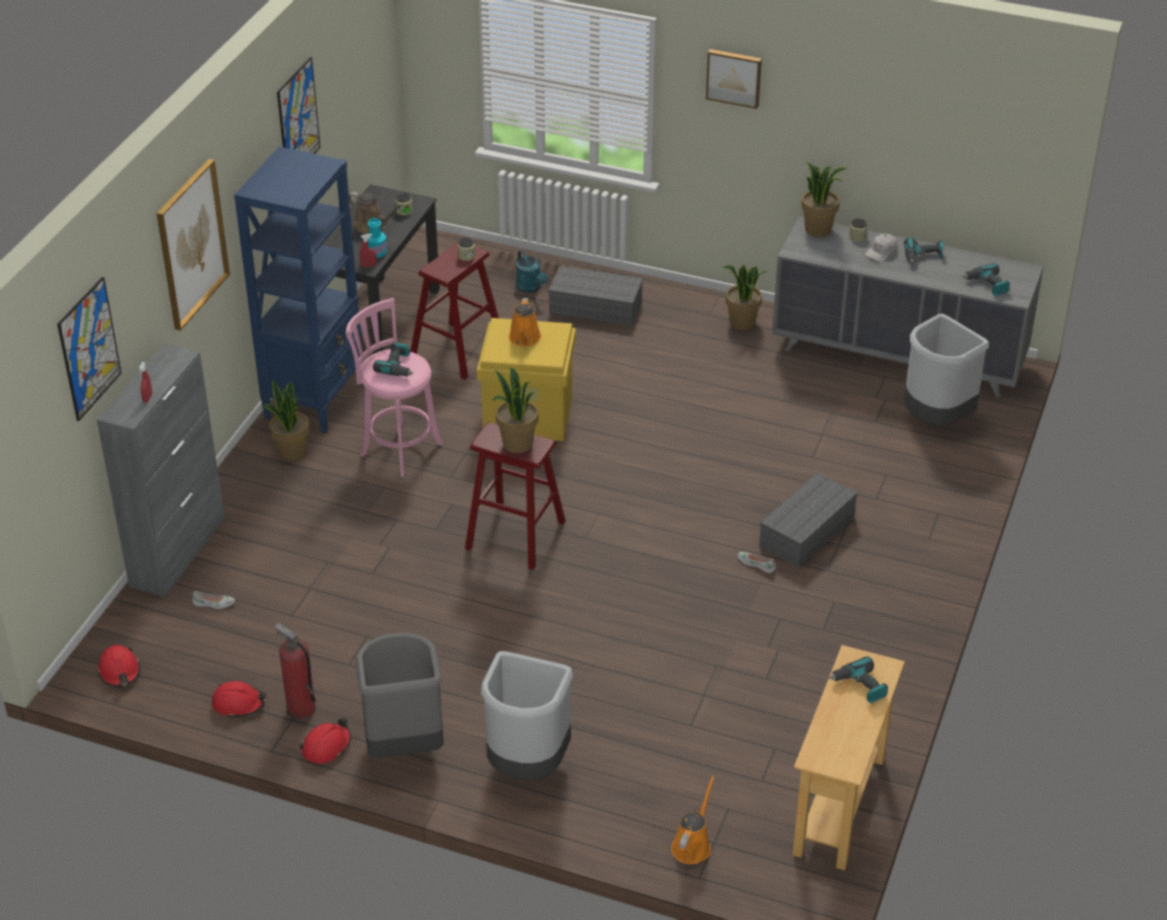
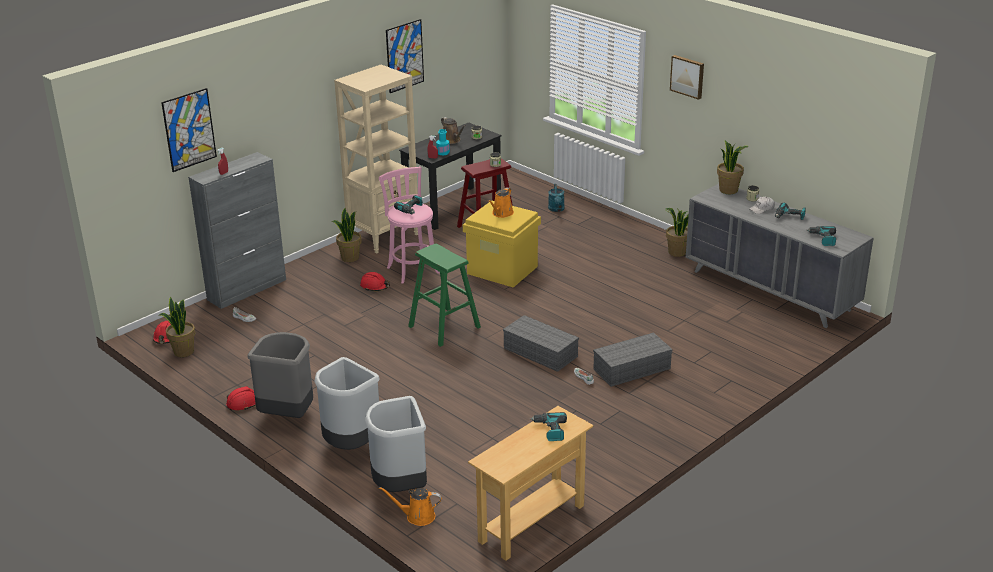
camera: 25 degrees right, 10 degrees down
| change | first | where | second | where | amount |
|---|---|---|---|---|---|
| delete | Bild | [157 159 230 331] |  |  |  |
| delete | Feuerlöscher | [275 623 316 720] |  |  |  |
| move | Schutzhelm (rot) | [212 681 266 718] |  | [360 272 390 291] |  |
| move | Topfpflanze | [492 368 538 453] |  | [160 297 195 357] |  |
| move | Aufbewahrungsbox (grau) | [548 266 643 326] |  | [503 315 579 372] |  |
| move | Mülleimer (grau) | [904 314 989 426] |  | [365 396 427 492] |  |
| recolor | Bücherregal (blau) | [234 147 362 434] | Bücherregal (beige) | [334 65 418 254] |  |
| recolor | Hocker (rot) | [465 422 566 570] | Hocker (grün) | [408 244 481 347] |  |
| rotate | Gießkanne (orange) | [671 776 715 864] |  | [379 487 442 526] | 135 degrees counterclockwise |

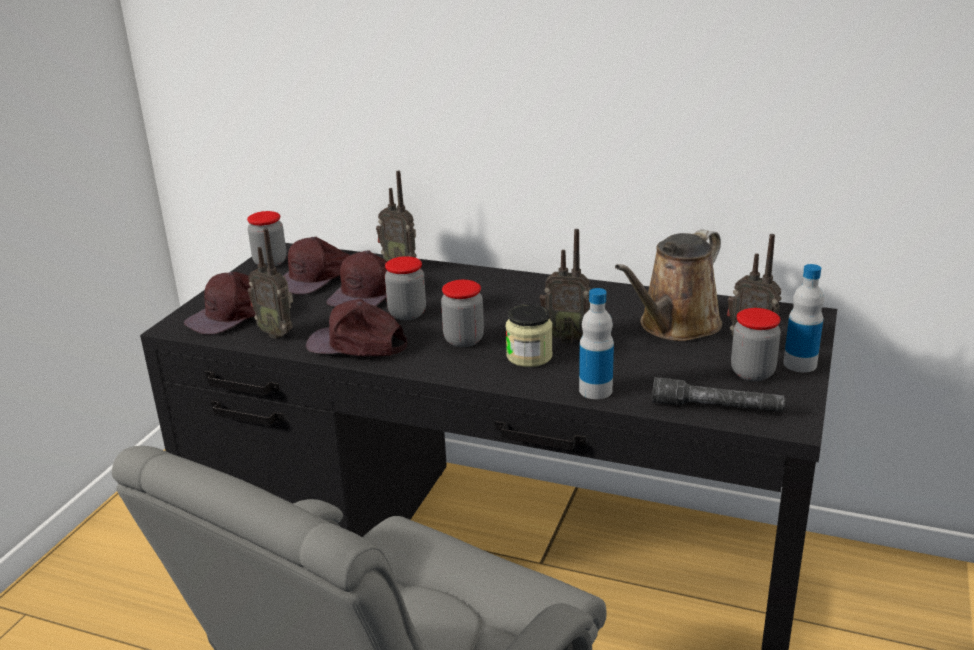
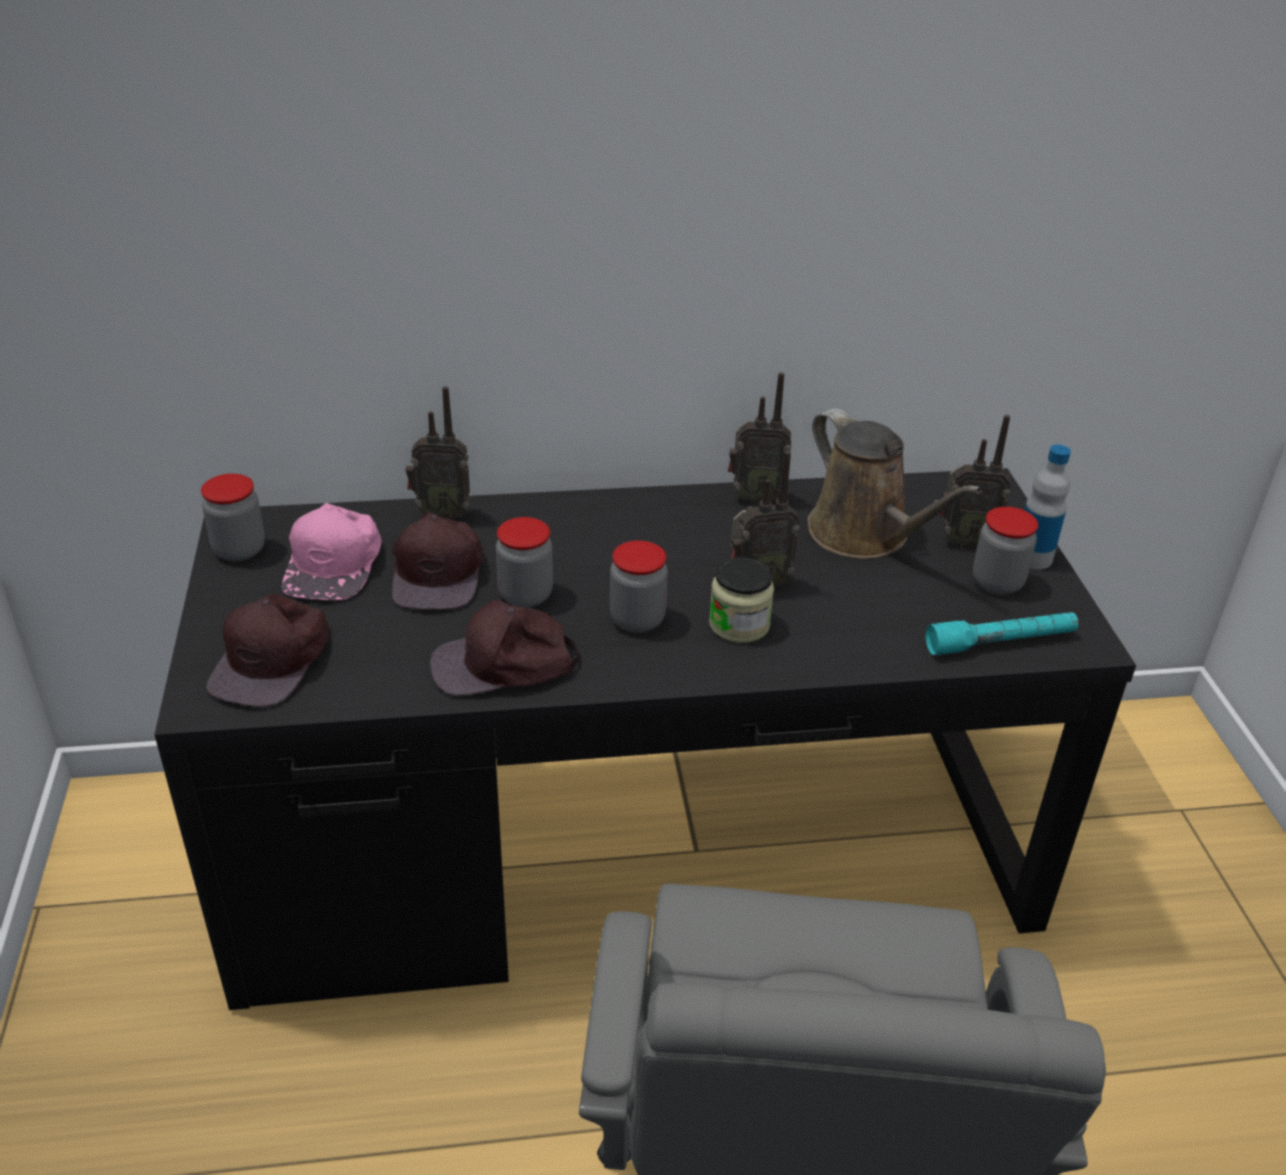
camera: 30 degrees left, 10 degrees up
| change | first | where | second | where | amount |
|---|---|---|---|---|---|
| delete | Flasche | [579 288 614 399] |  |  |  |
| move | Radio | [248 228 293 339] |  | [728 372 791 504] |  |
| recolor | Kappe (braun) | [283 237 350 295] | Kappe (rosa) | [282 503 382 600] |  |
| recolor | Taschenlampe (grau) | [652 377 785 412] | Taschenlampe (türkis) | [925 612 1078 656] |  |
| rotate | Gießkanne (braun) | [615 229 722 341] |  | [807 408 982 559] | 45 degrees counterclockwise |

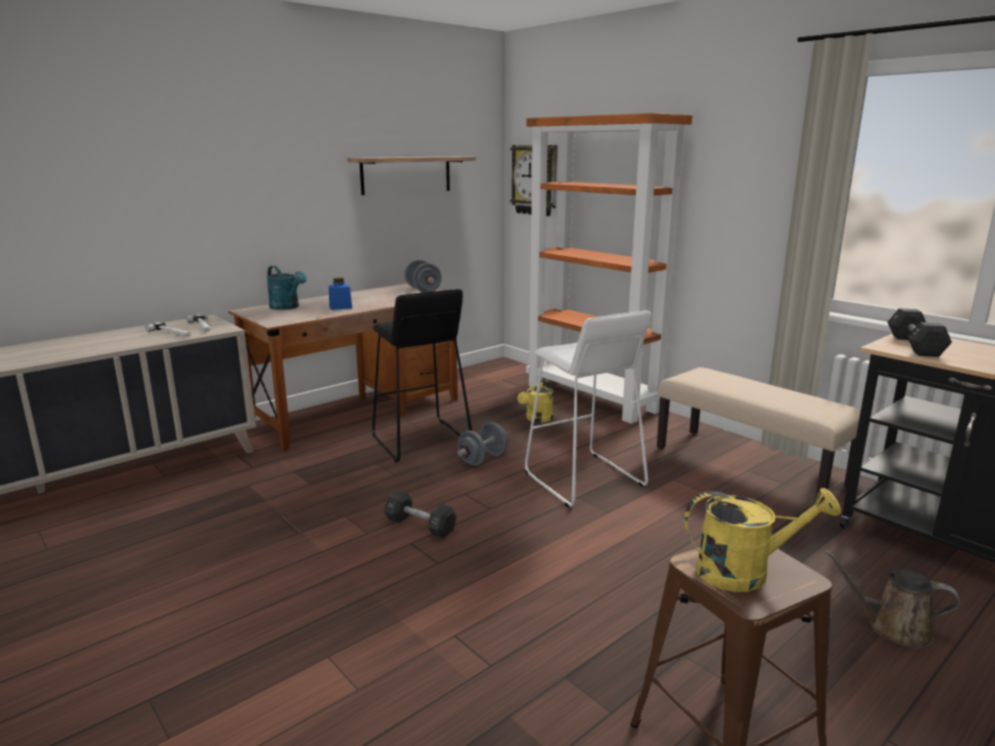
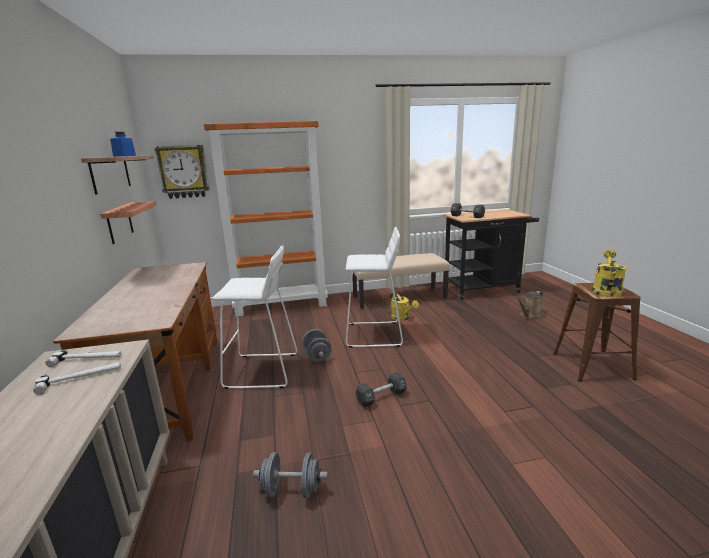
camera: 60 degrees left, 0 degrees up
| change | first | where | second | where | amount |
|---|---|---|---|---|---|
| delete | Gießkanne (türkis) | [266 266 307 310] |  |  |  |
| insert |  |  | Wandregal | [100 201 156 244] |  |
| move | Vorratsglas (blau) | [329 278 352 310] |  | [110 132 136 157] |  |
| move | Hantel (grau) | [405 259 442 292] |  | [253 452 328 498] |  |
| move | Gießkanne (gelb) | [517 378 553 423] |  | [391 292 419 321] |  |
| recolor | Hocker (schwarz) | [372 289 472 463] | Hocker (weiß) | [213 246 297 389] |  |

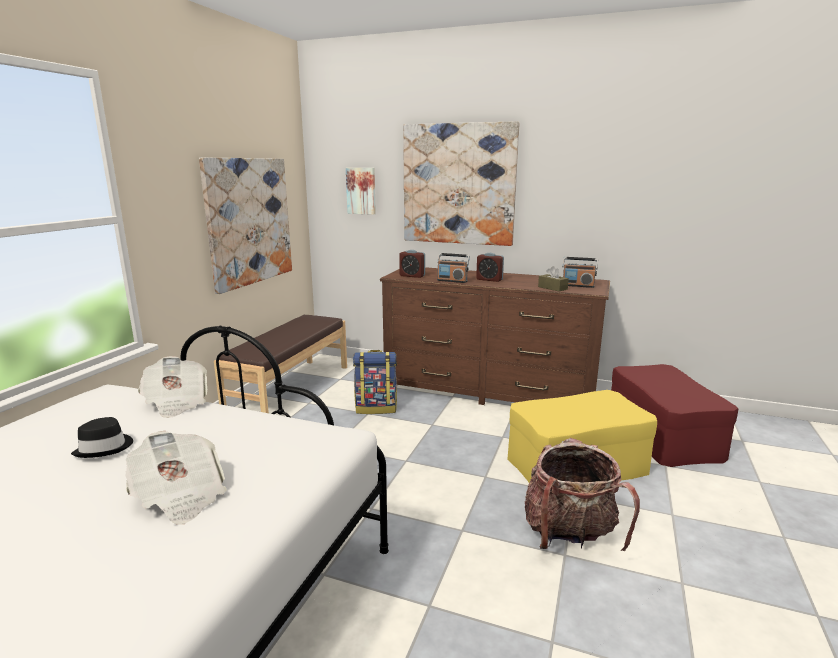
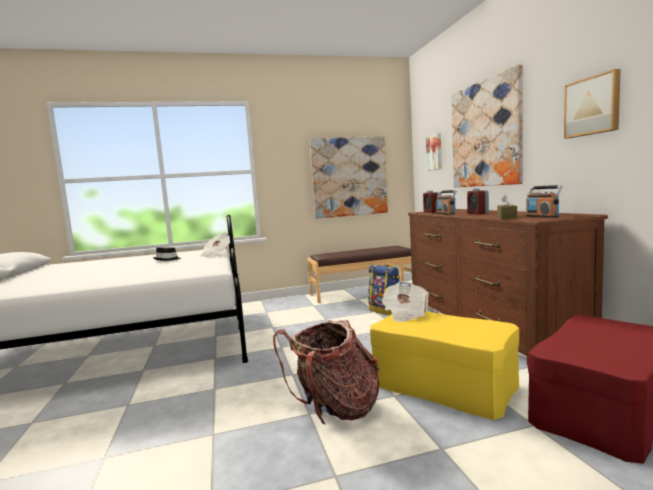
camera: 55 degrees right, 10 degrees down
| change | first | where | second | where | amount |
|---|---|---|---|---|---|
| insert |  |  | Bild | [564 69 620 139] |  |
| move | Zeitung | [125 431 227 525] |  | [381 281 429 322] |  |

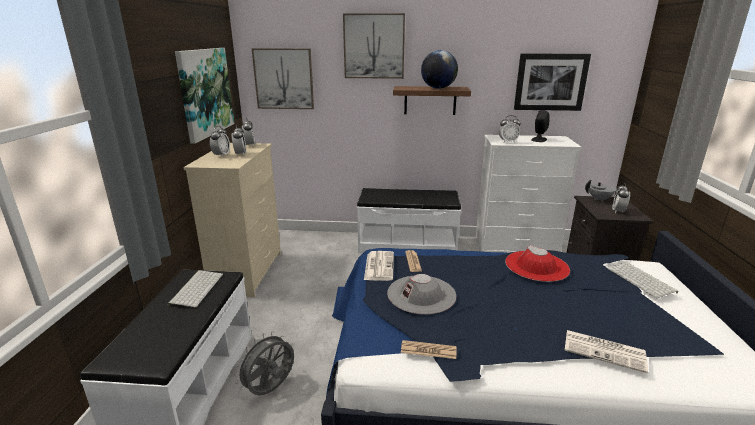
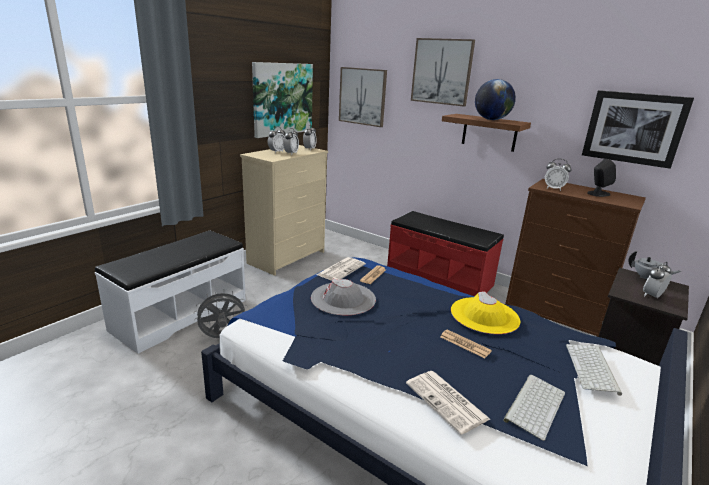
camera: 30 degrees right, 0 degrees up
| change | first | where | second | where | amount |
|---|---|---|---|---|---|
| move | Tastatur | [167 270 223 307] |  | [503 375 565 441] |  |
| move | Zeitung | [401 340 457 359] |  | [440 329 492 358] |  |
| recolor | Bank (weiß) | [357 188 461 253] | Bank (rot) | [387 211 504 296] |  |
| recolor | Kommode (weiß) | [475 135 582 253] | Kommode (braun) | [505 179 646 337] |  |
| recolor | Hut (rot) | [505 245 570 282] | Hut (gelb) | [451 291 520 334] |  |

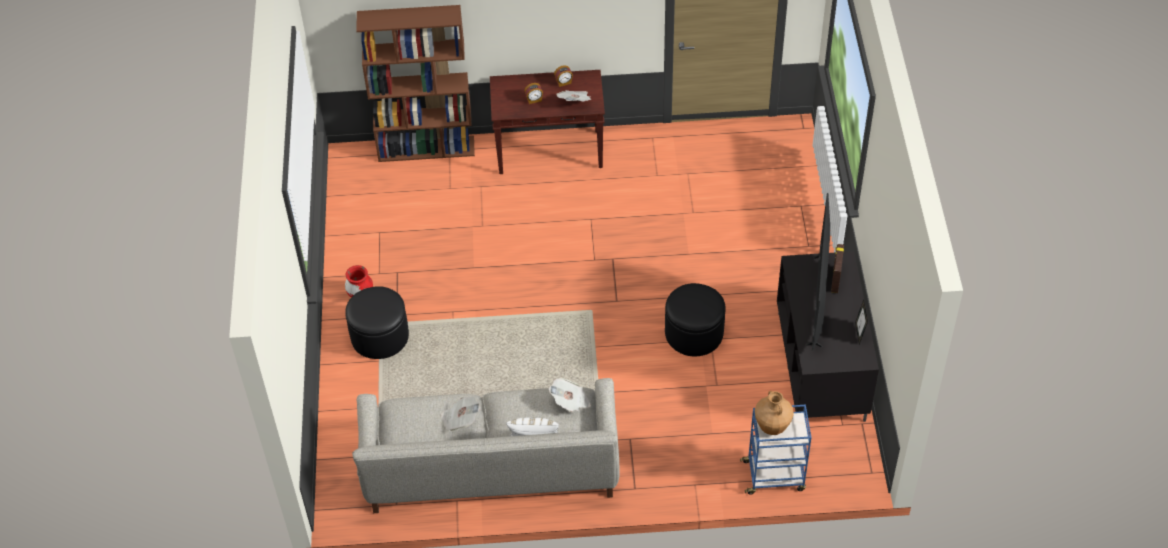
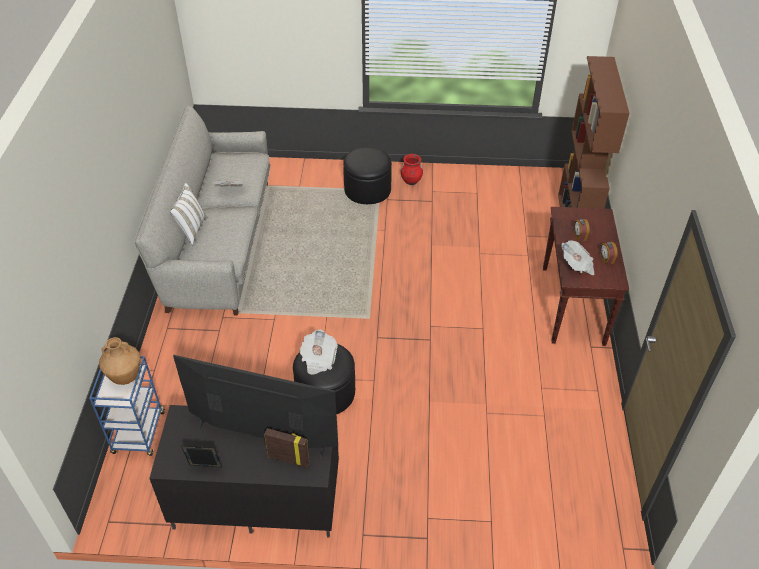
camera: 95 degrees right, 5 degrees down
| change | first | where | second | where | amount |
|---|---|---|---|---|---|
| move | Zeitung | [549 378 591 412] |  | [299 329 338 375] |  |

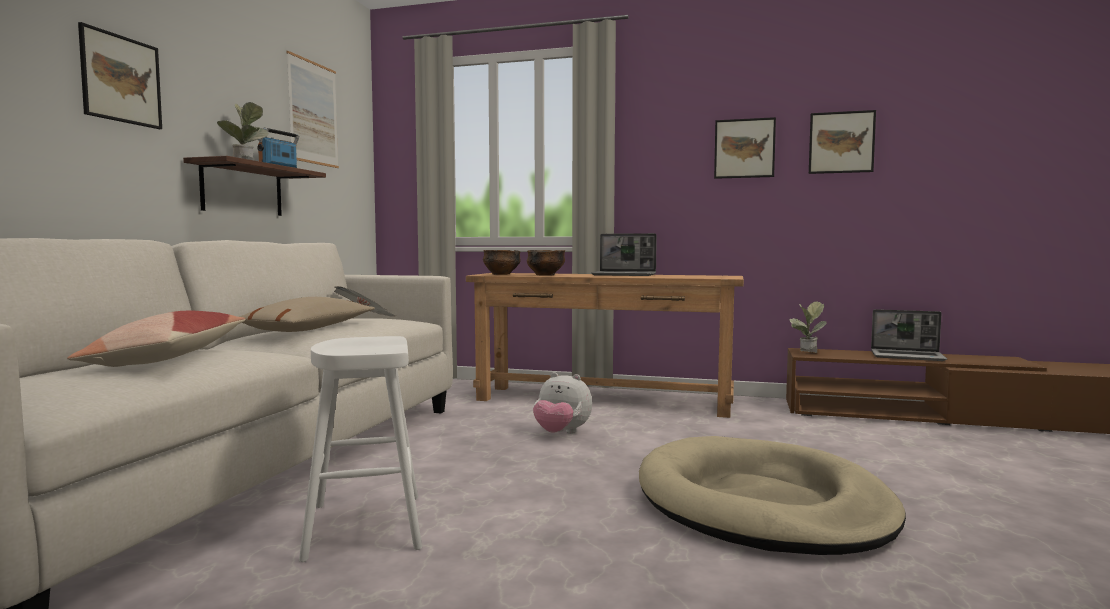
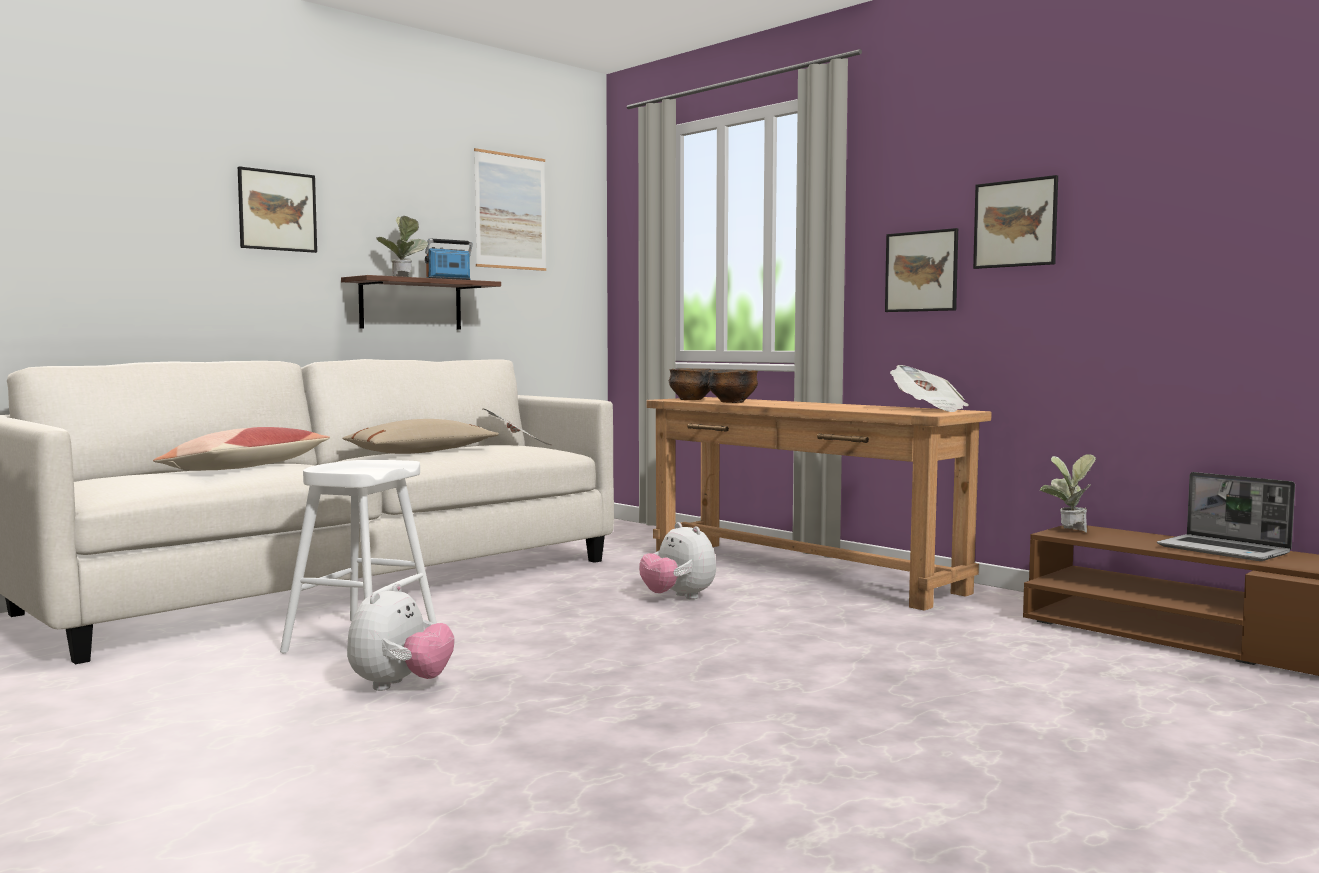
camera: 30 degrees right, 0 degrees up
| change | first | where | second | where | amount |
|---|---|---|---|---|---|
| delete | Laptop | [591 233 657 276] |  |  |  |
| delete | Hundebett (beige) | [639 436 906 555] |  |  |  |
| insert |  |  | Plüschtier | [347 583 455 691] |  |
| insert |  |  | Zeitung | [890 365 969 412] |  |
| move | Bild | [809 110 876 174] |  | [885 228 958 312] |  |

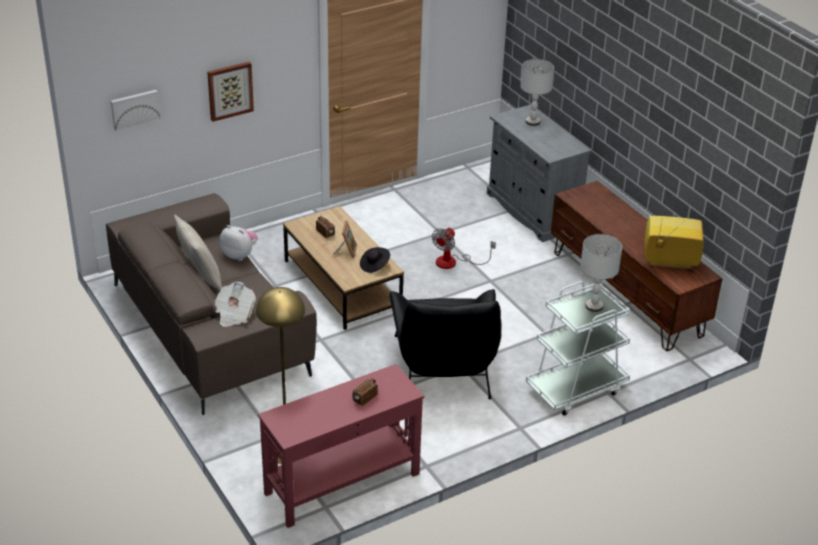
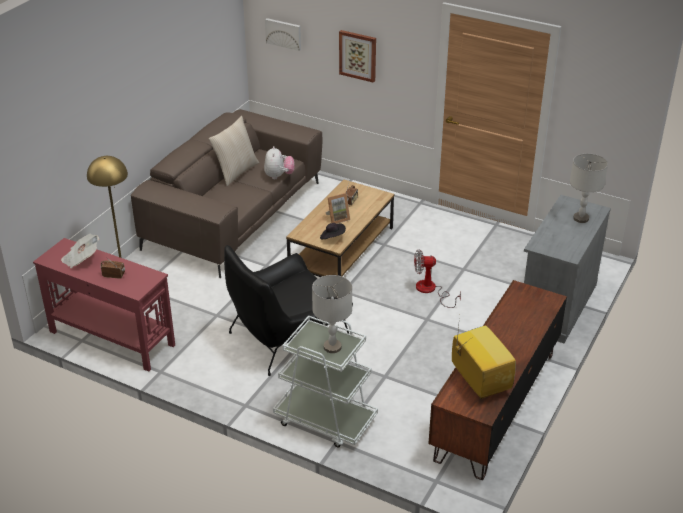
camera: 60 degrees right, 0 degrees up
| change | first | where | second | where | amount |
|---|---|---|---|---|---|
| move | Zeitung | [214 282 256 327] |  | [61 233 99 268] |  |

